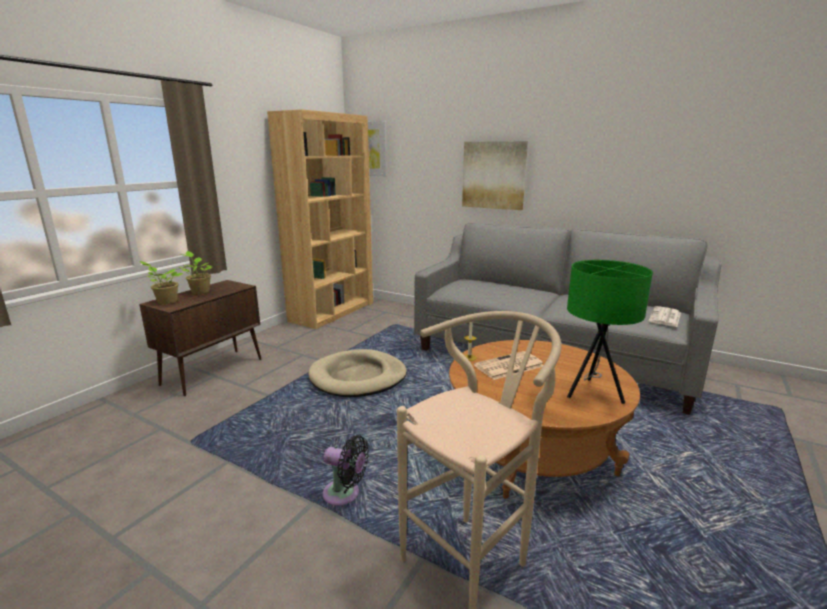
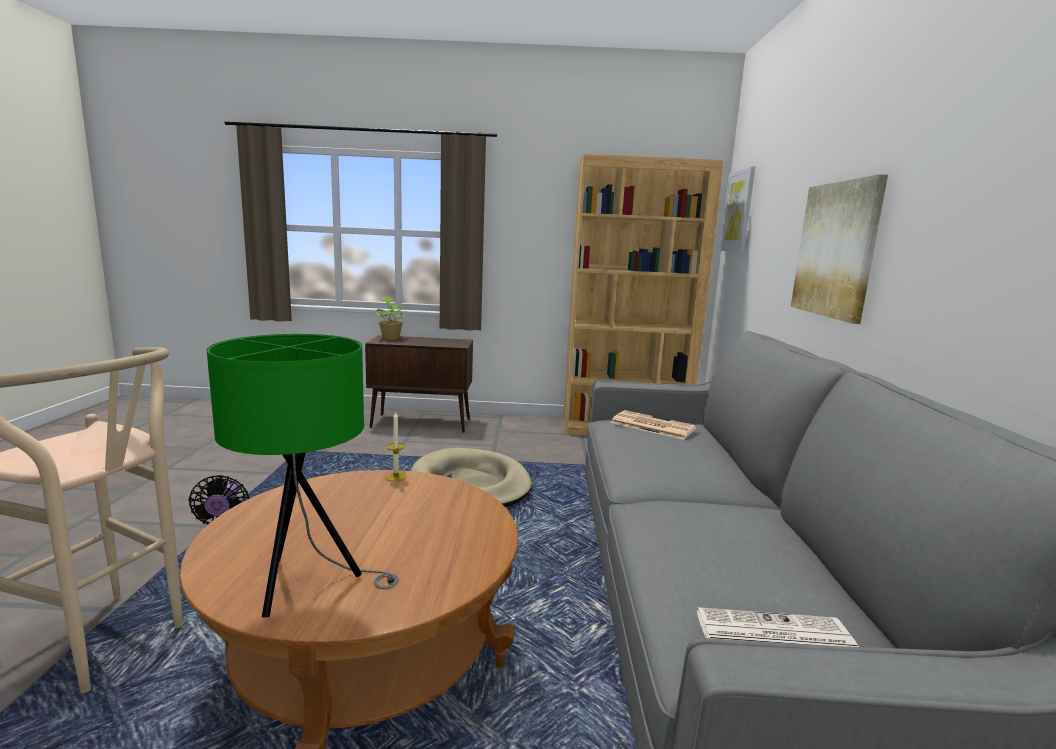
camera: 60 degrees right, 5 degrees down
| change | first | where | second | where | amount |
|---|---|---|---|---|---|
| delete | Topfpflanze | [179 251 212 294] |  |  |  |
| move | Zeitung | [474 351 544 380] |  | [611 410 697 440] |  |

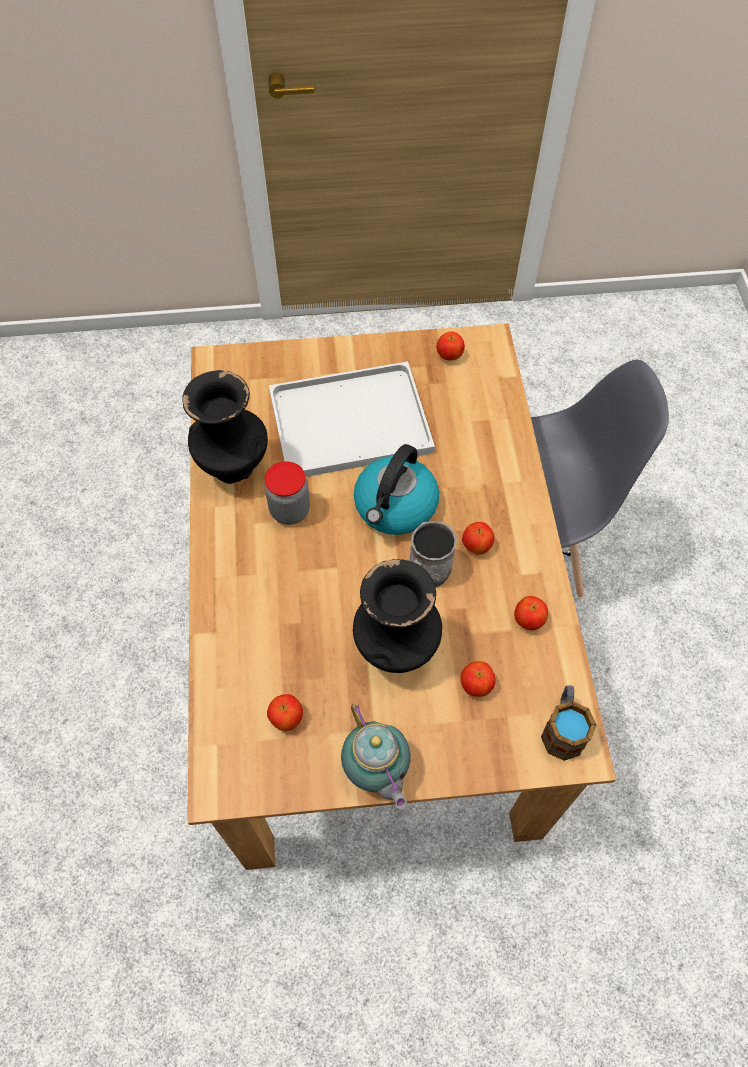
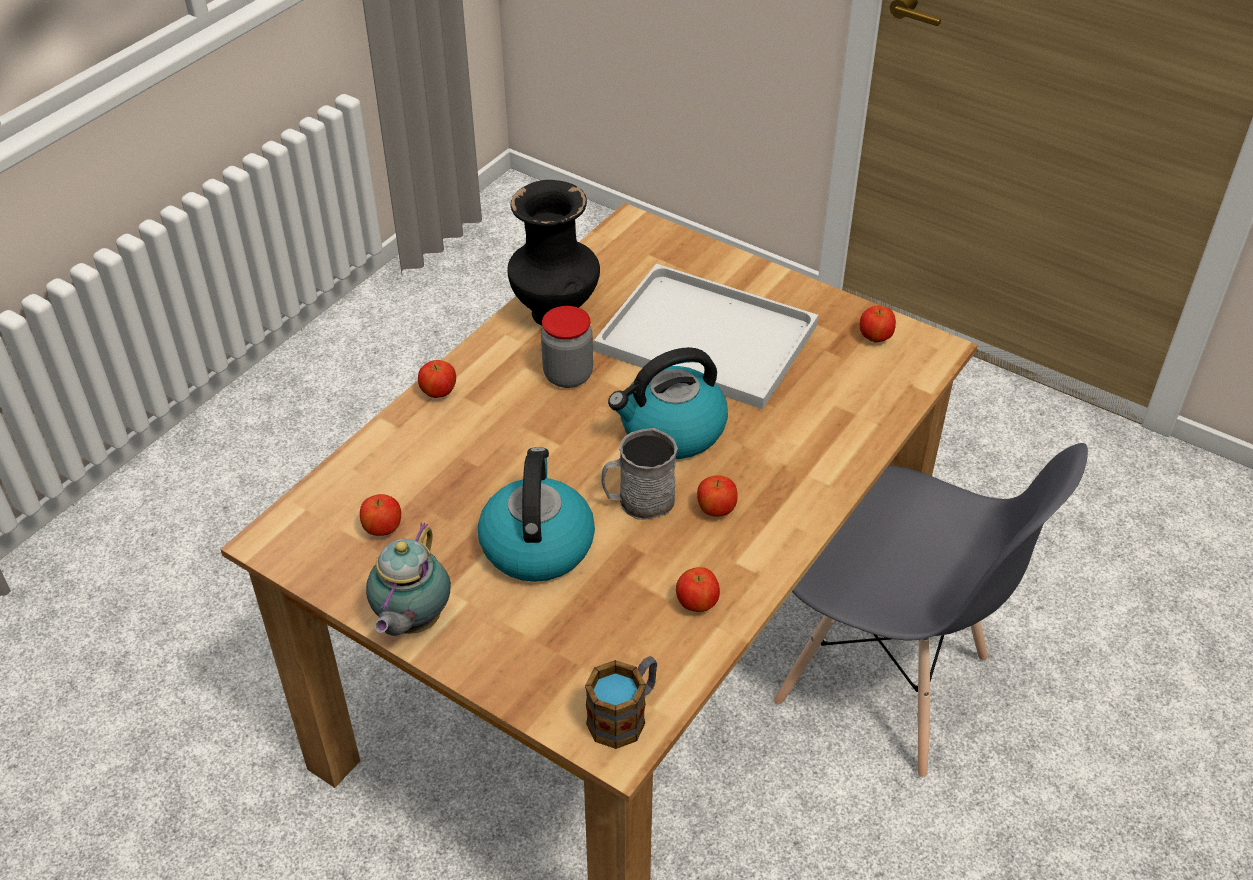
camera: 40 degrees right, 15 degrees down
| change | first | where | second | where | amount |
|---|---|---|---|---|---|
| move | Apfel | [460 661 496 697] |  | [418 360 456 398] |  |
| replace | Vase (schwarz) | [353 559 442 673] | Wasserkessel | [478 447 595 582] |  |

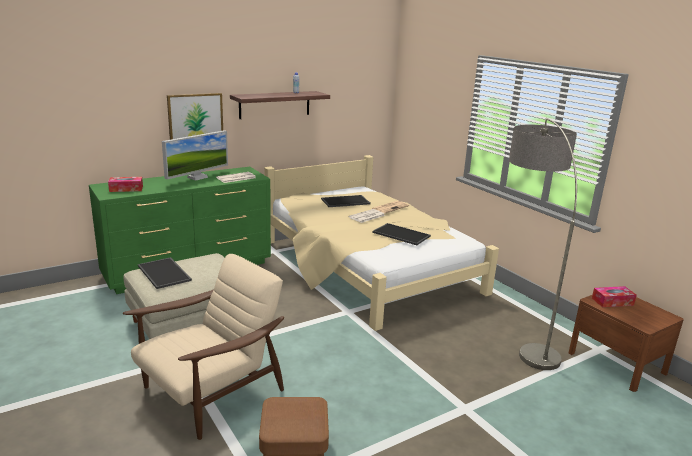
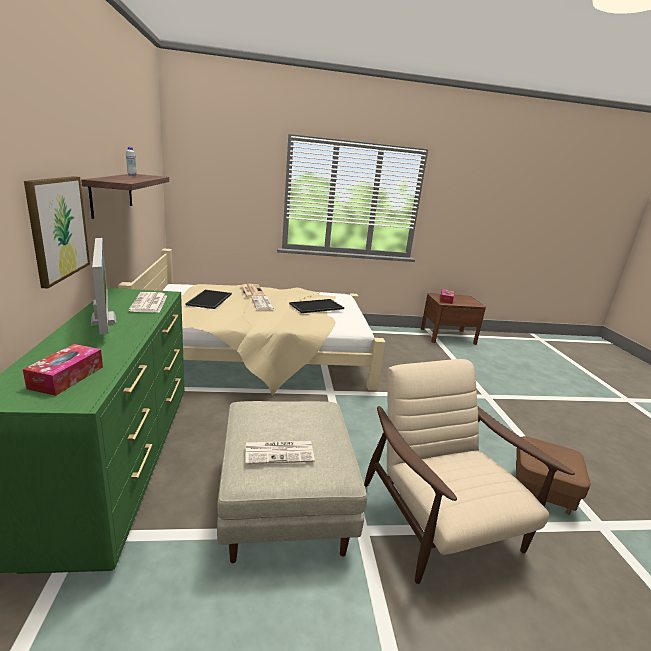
camera: 65 degrees left, 0 degrees up
| change | first | where | second | where | amount |
|---|---|---|---|---|---|
| delete | Stehlampe | [509 118 577 370] |  |  |  |
| replace | Tablett | [138 257 192 289] | Zeitung | [245 441 315 464] |  |

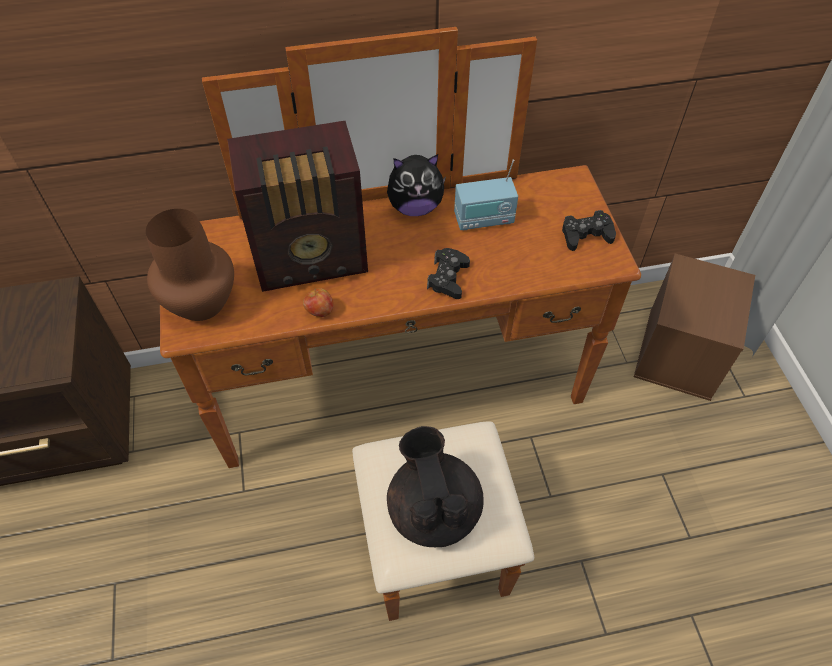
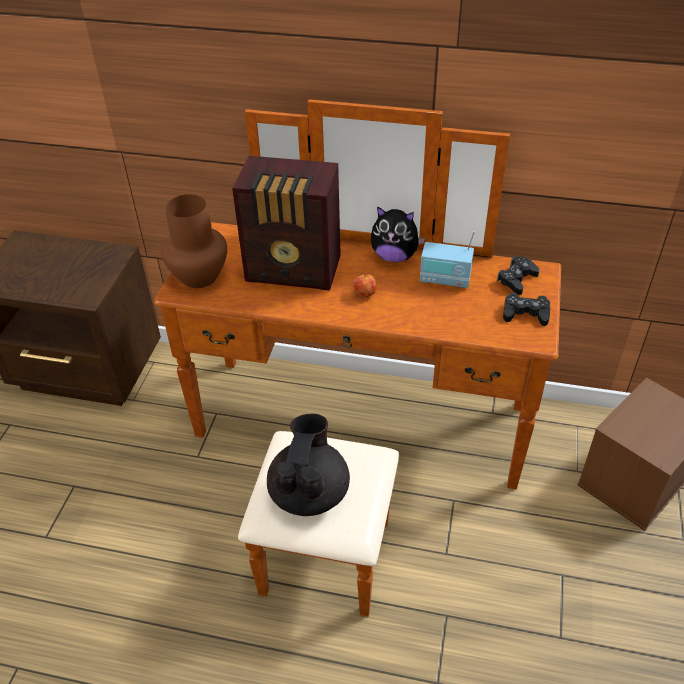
camera: 25 degrees right, 10 degrees down
| change | first | where | second | where | amount |
|---|---|---|---|---|---|
| move | Apfel | [303 288 334 317] |  | [353 273 376 297] |  |
| move | Gamepad (schwarz) | [427 248 470 299] |  | [497 256 539 295] |  |

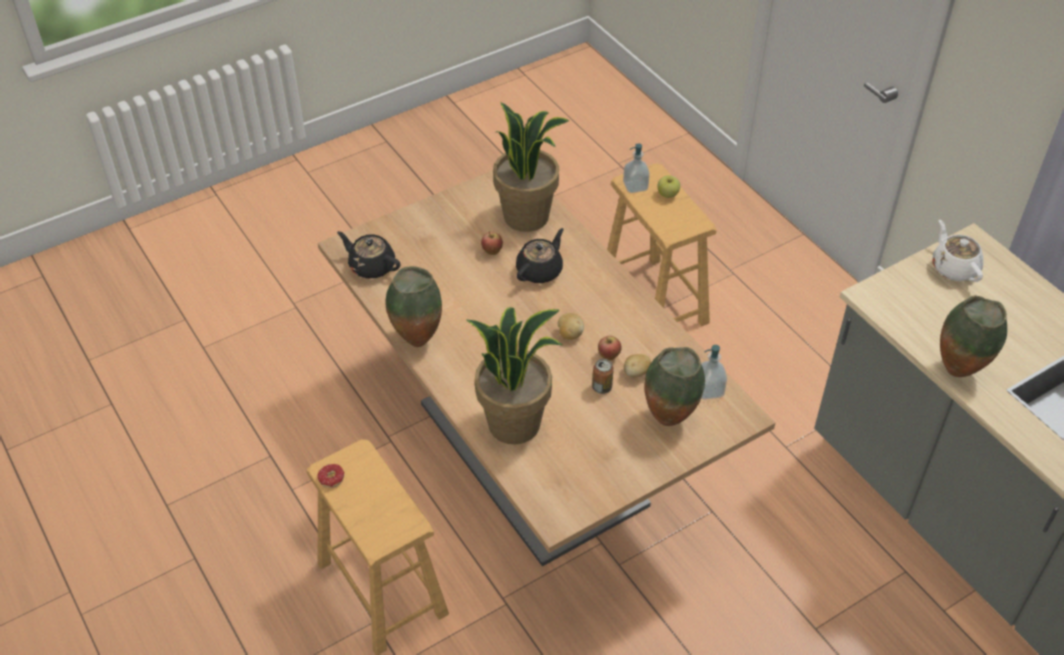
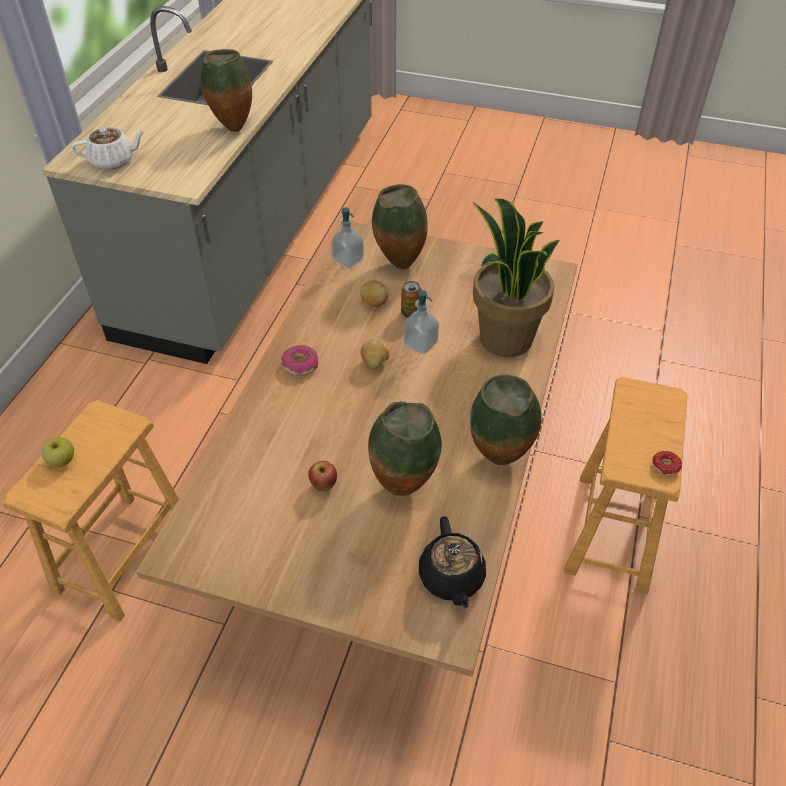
camera: 130 degrees left, 0 degrees up
| change | first | where | second | where | amount |
|---|---|---|---|---|---|
| delete | Topfpflanze | [493 102 569 232] |  |  |  |
| delete | Teekanne (schwarz) | [516 228 564 283] |  |  |  |
| delete | Apfel | [598 336 622 360] |  |  |  |
| insert |  |  | Donut | [281 345 318 375] |  |
| insert |  |  | Vase | [368 402 442 496] |  |
| move | Seifenspender | [623 143 650 193] |  | [404 290 439 354] |  |
| rotate | Teekanne (weiß) | [932 219 983 282] |  | [71 127 146 170] | 135 degrees counterclockwise |

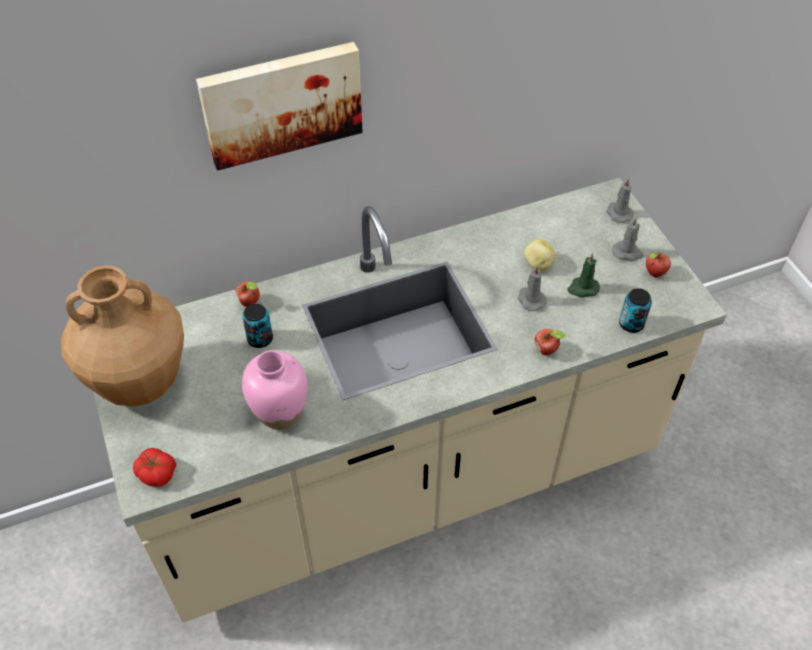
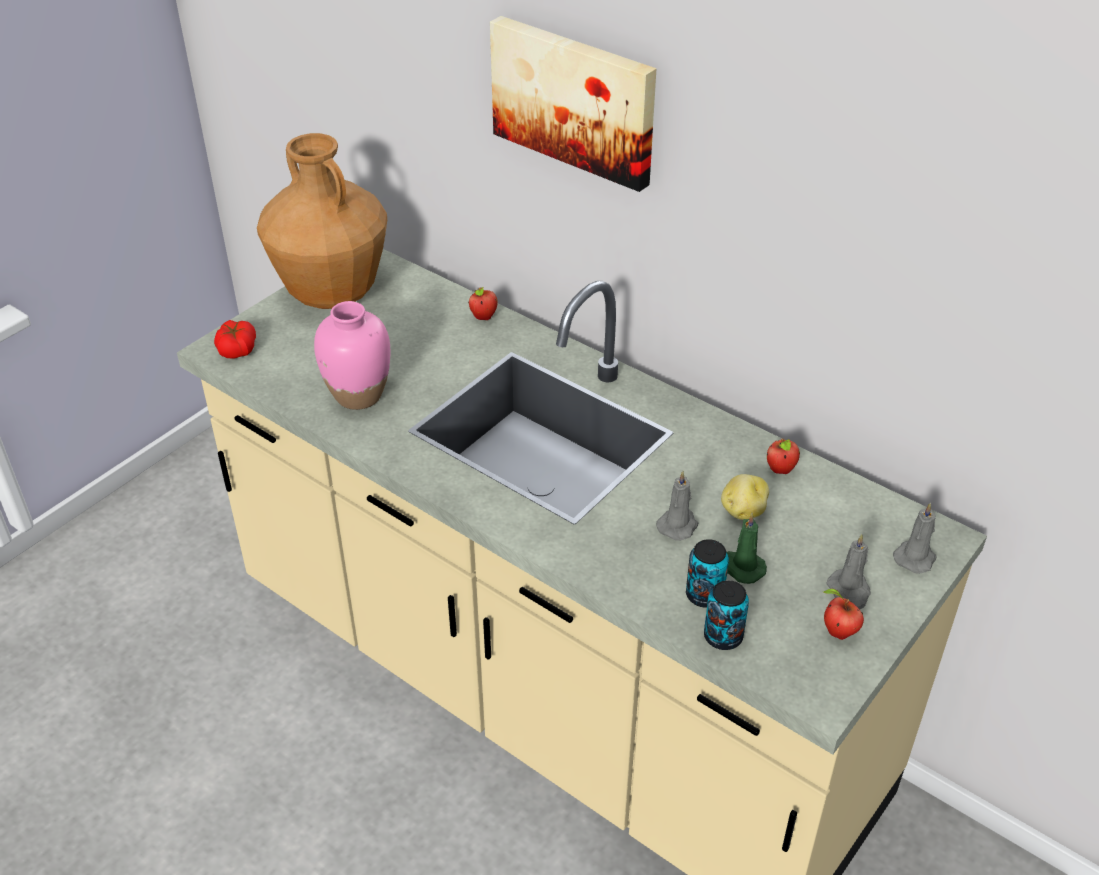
camera: 60 degrees right, 10 degrees down
| change | first | where | second | where | amount |
|---|---|---|---|---|---|
| move | Dose | [242 303 273 348] |  | [686 539 729 608] |  |
| move | Apfel | [535 329 565 356] |  | [767 439 800 474] |  |

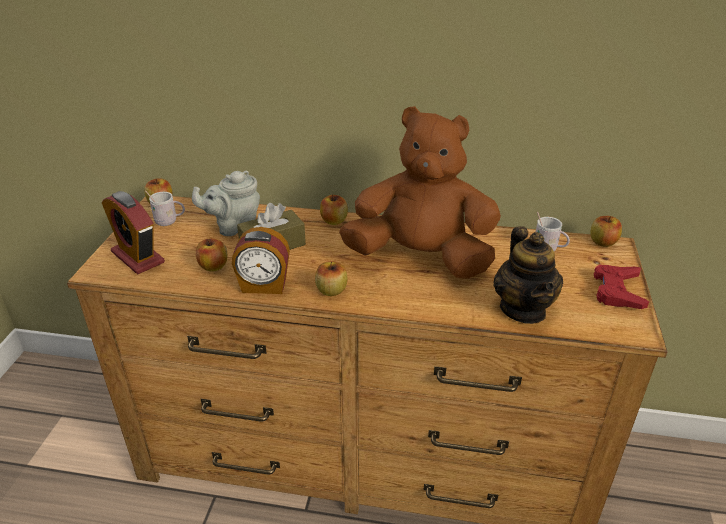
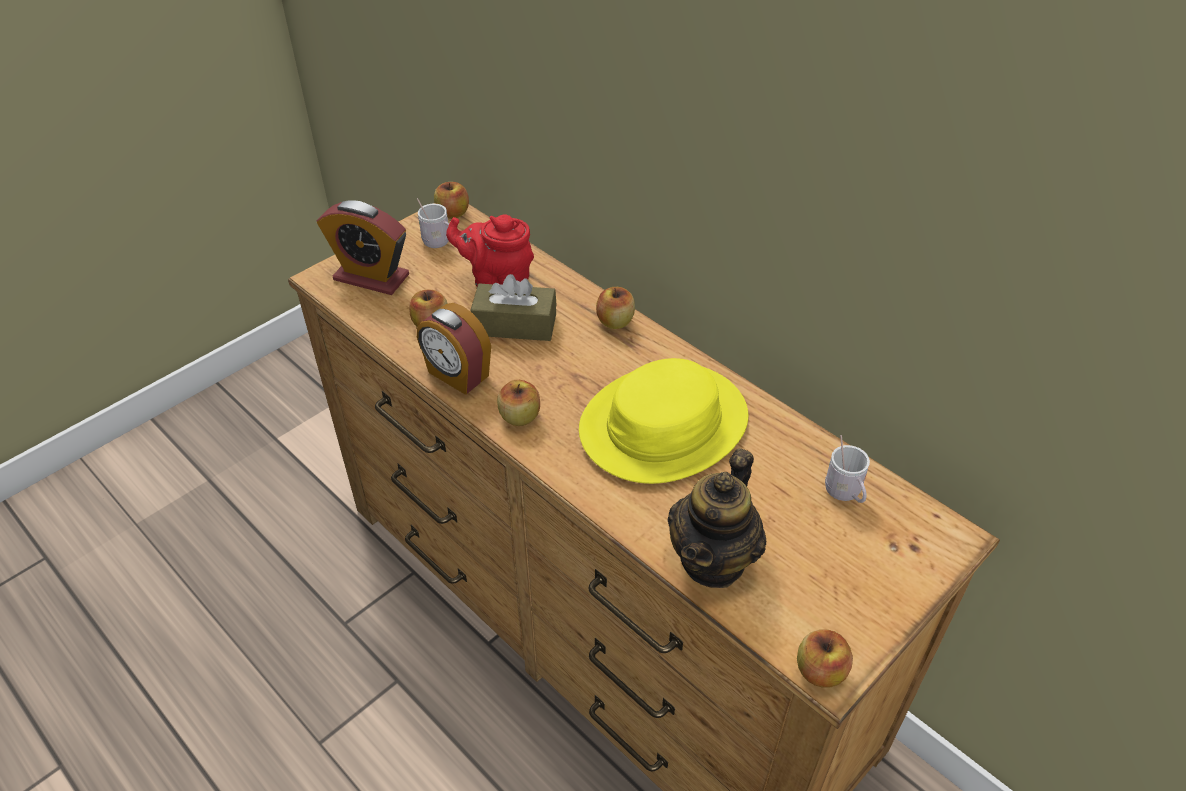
camera: 35 degrees right, 10 degrees up
| change | first | where | second | where | amount |
|---|---|---|---|---|---|
| delete | Gamepad (rot) | [594 264 649 309] |  |  |  |
| move | Apfel | [590 216 622 247] |  | [797 629 853 688] |  |
| replace | Plüschtier (braun) | [339 106 501 279] | Hut (gelb) | [579 358 749 484] |  |
| recolor | Teekanne (grau) | [192 171 260 236] | Teekanne (rot) | [446 215 534 286] |  |
| rotate | Wecker | [102 191 165 274] |  | [316 200 409 295] | 60 degrees counterclockwise |

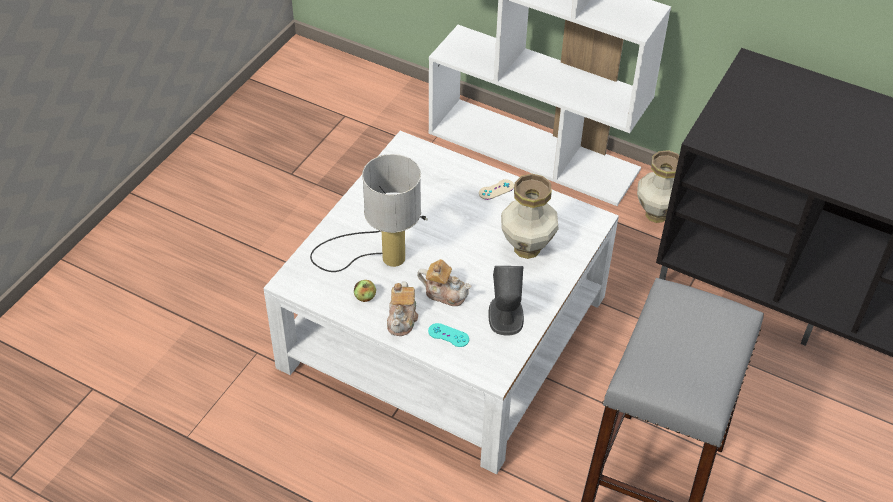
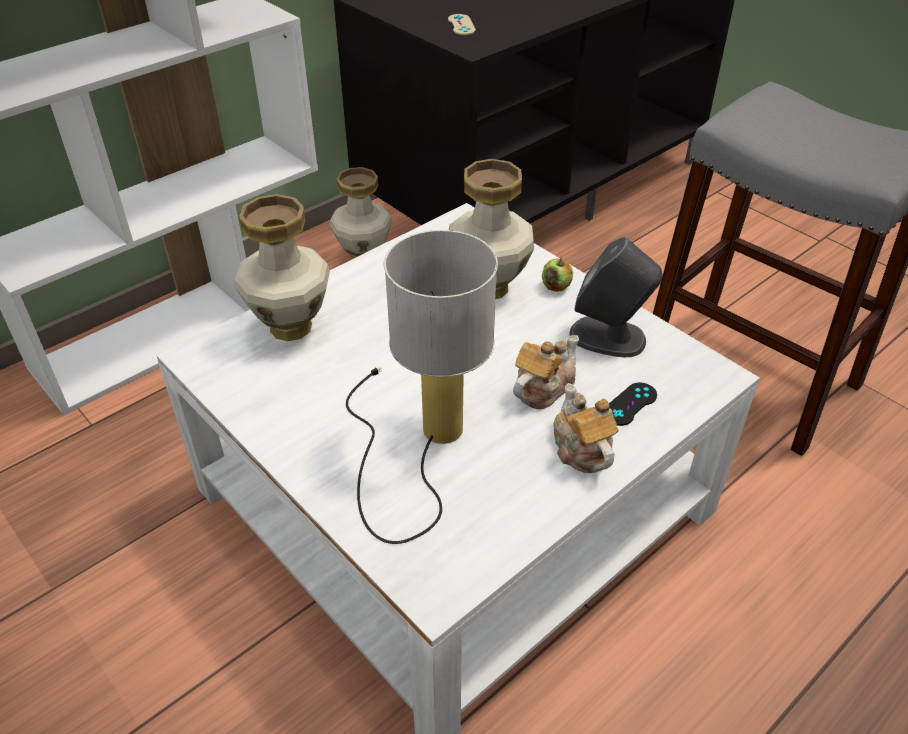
camera: 70 degrees left, 5 degrees down
| change | first | where | second | where | amount |
|---|---|---|---|---|---|
| insert |  |  | Vase | [235 194 330 341] |  |
| move | Apfel | [354 280 376 302] |  | [542 258 573 292] |  |
| move | Gamepad (beige) | [479 179 514 200] |  | [448 14 476 35] |  |
| recolor | Gamepad (türkis) | [428 323 469 347] | Gamepad (schwarz) | [609 382 657 426] |  |
| rotate | Teekanne | [387 281 418 336] |  | [553 383 619 473] | 135 degrees counterclockwise |

